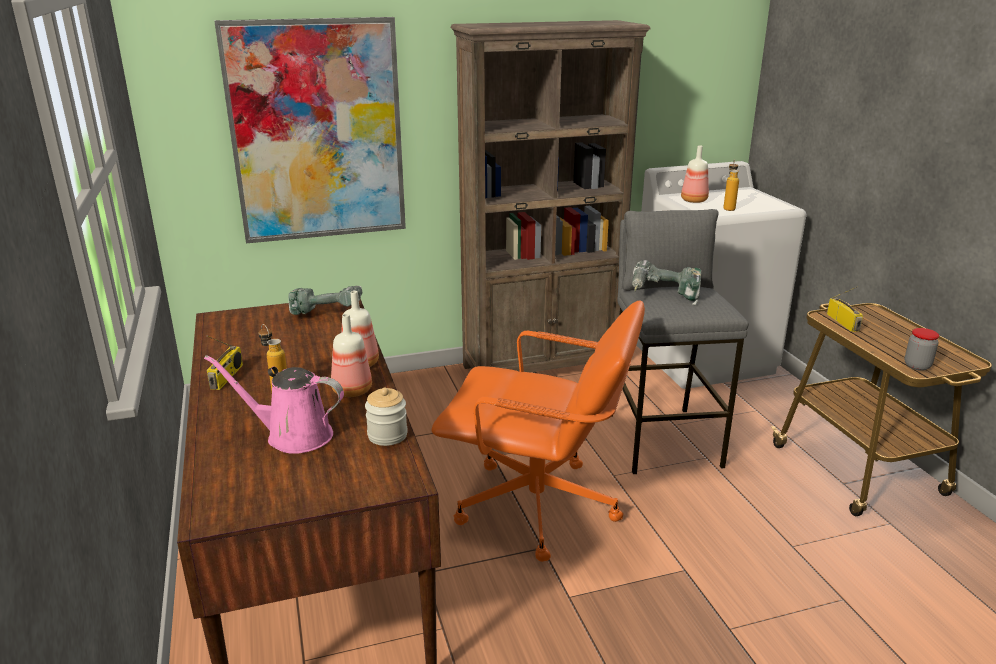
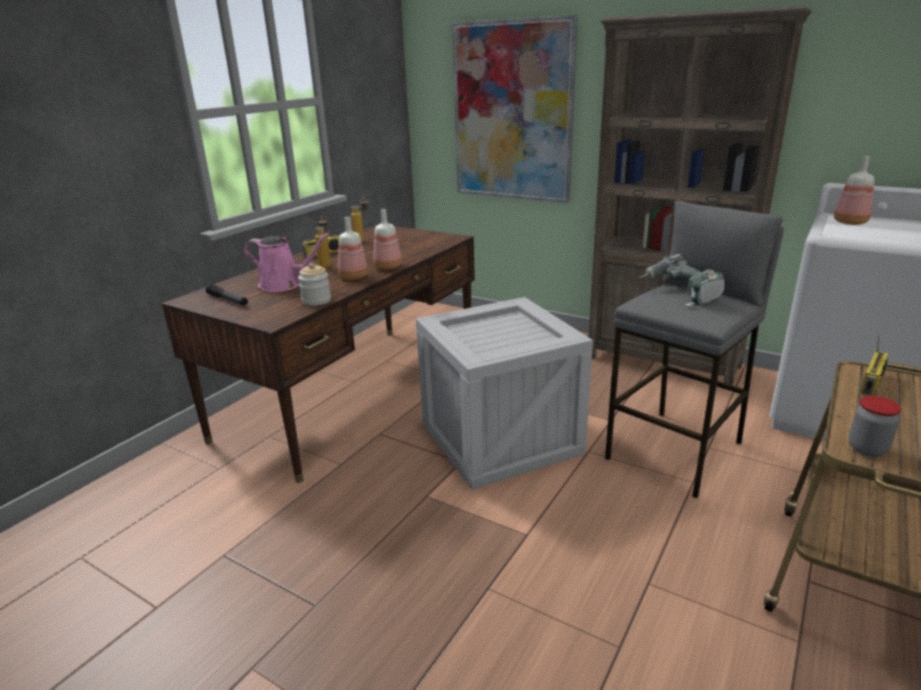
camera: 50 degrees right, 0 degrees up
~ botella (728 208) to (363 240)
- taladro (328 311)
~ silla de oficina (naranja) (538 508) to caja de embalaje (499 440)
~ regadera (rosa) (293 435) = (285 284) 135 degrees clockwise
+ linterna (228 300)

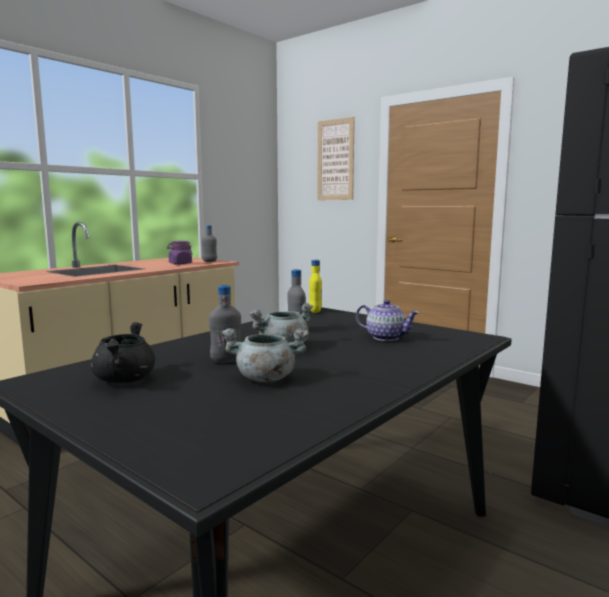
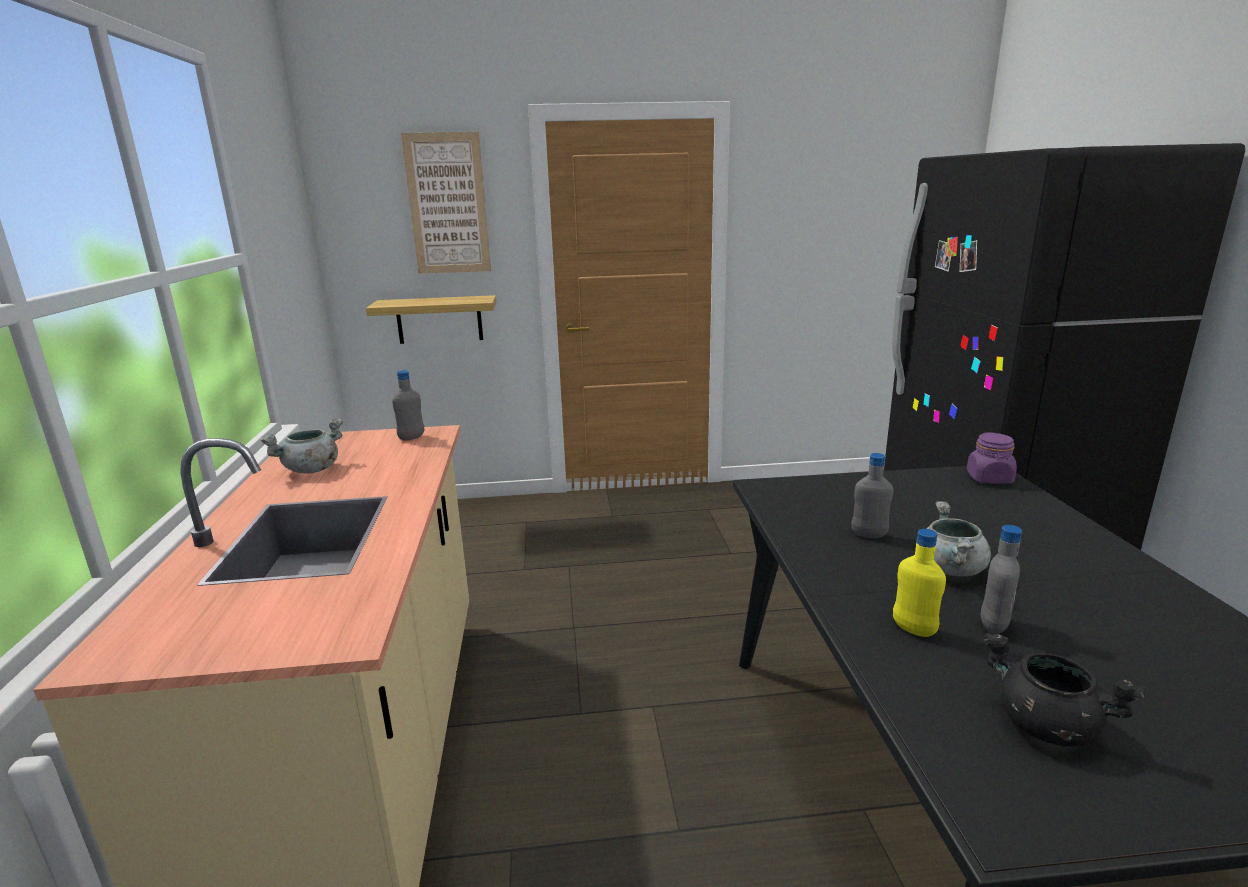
camera: 45 degrees left, 10 degrees up
~ tarro (morado) (180 264) to (989 479)
~ botella (amarillo) (315 311) to (913 629)
- tetera (385 337)
~ olla (gris) (265 378) to (311 470)
+ estante (439 319)

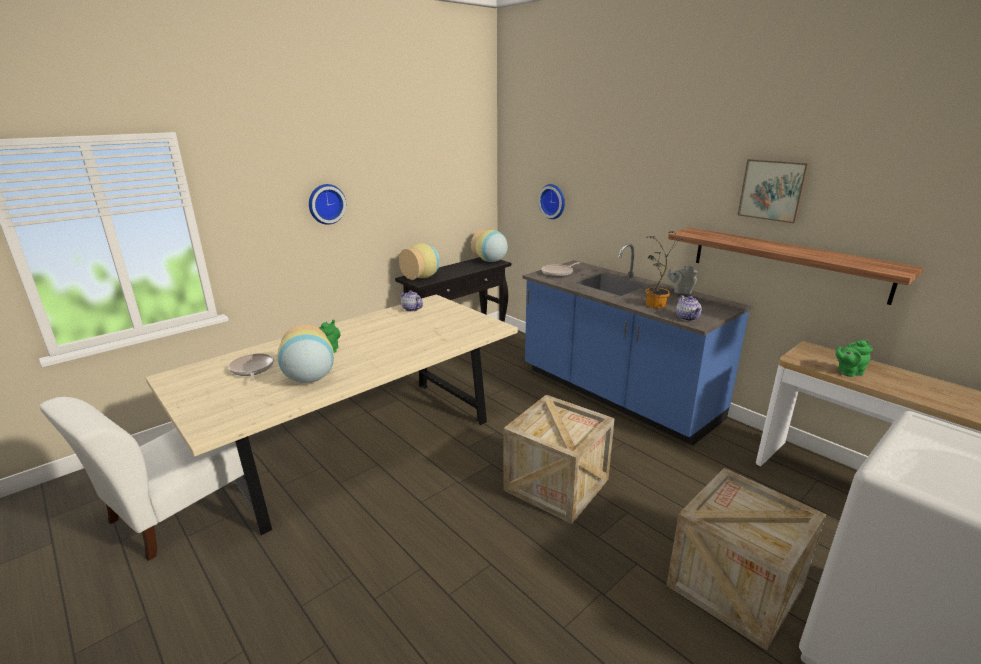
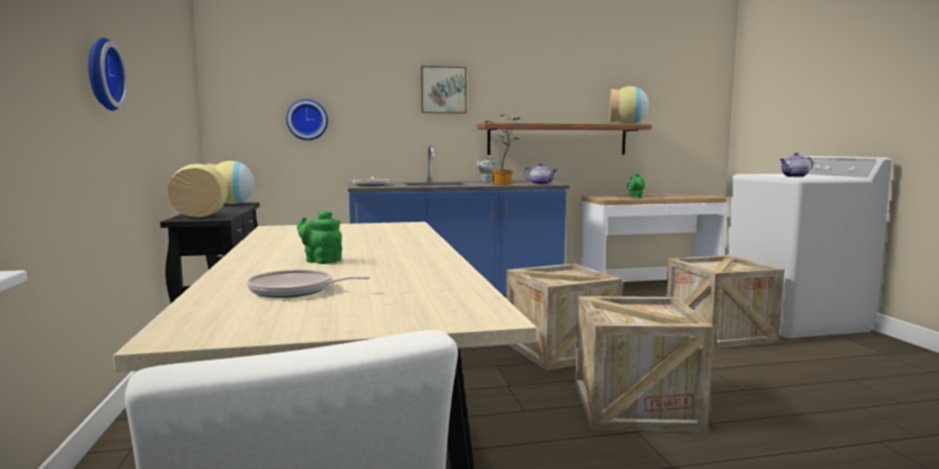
camera: 60 degrees left, 15 degrees down
~ cuadro (773 190) to (443 90)
~ tetera (411 309) to (794 176)
~ florero (309 378) to (627 124)
+ caja de embalaje (635 406)

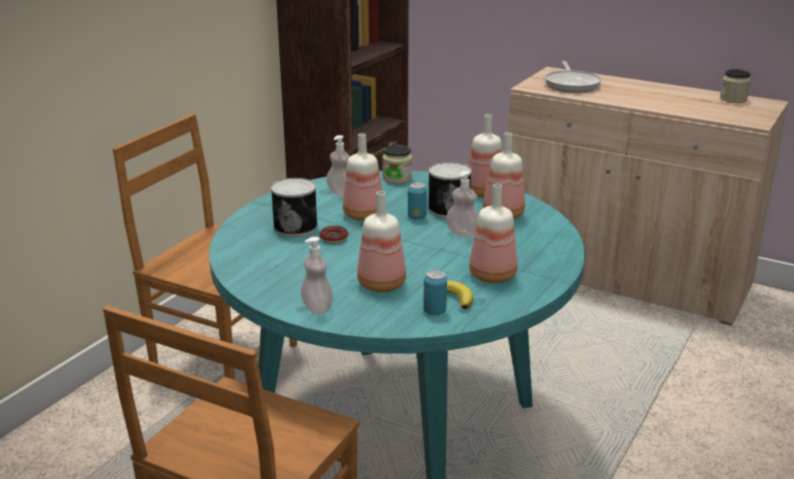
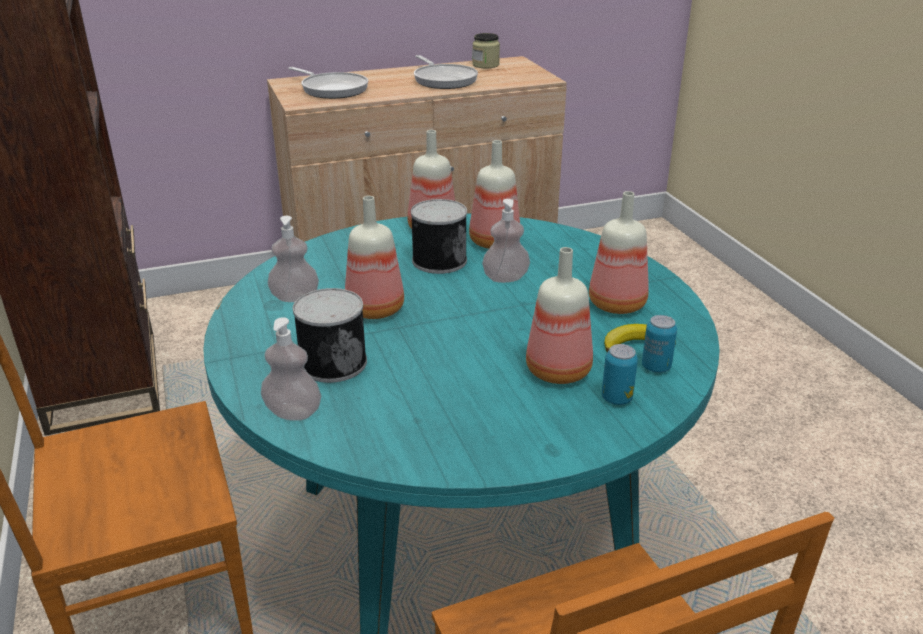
camera: 50 degrees left, 5 degrees up
- tarro (397 178)
~ lata (417 217) to (616 398)
- rosquilla (334 238)
~ dispensador de jabón (317 308) to (293 412)
+ sartén (444 80)

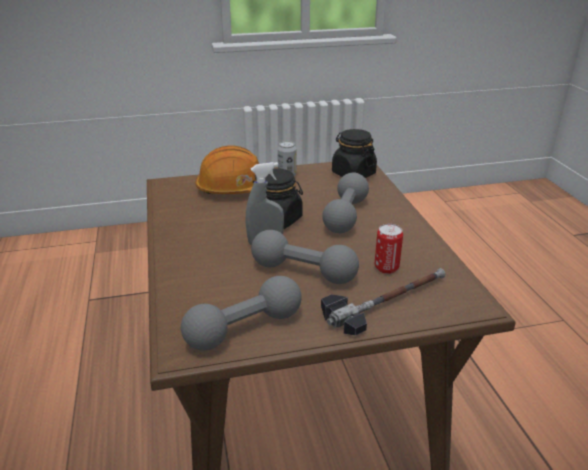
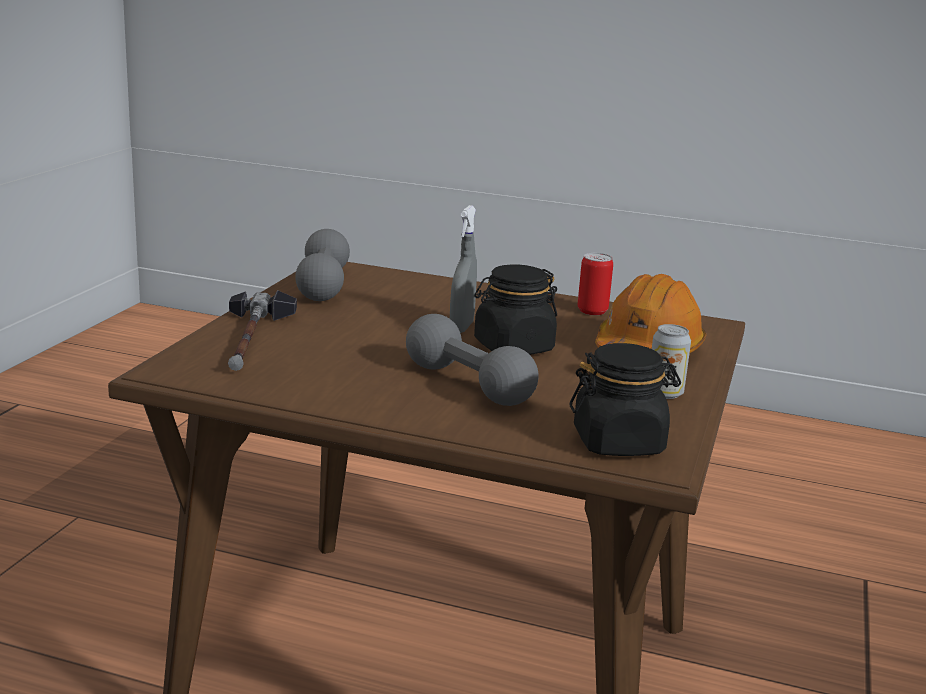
camera: 120 degrees right, 10 degrees down
~ lata (386 268) to (592 311)
- mancuerna (gris) (303 272)

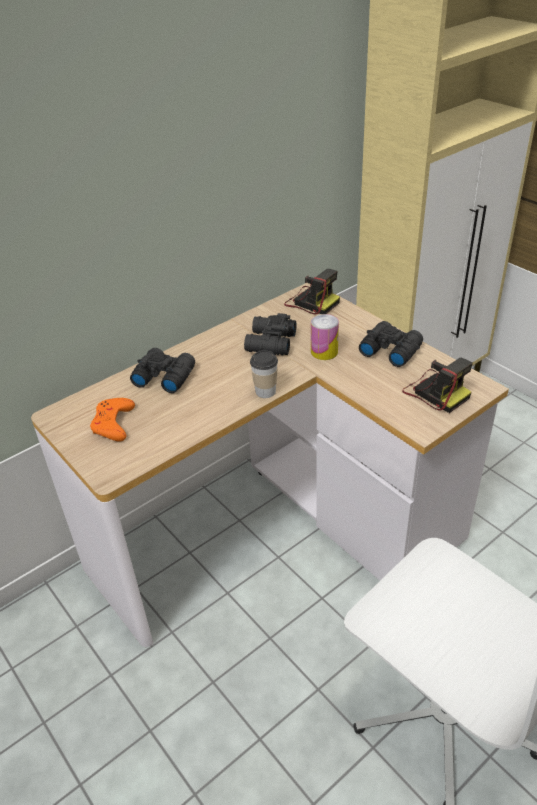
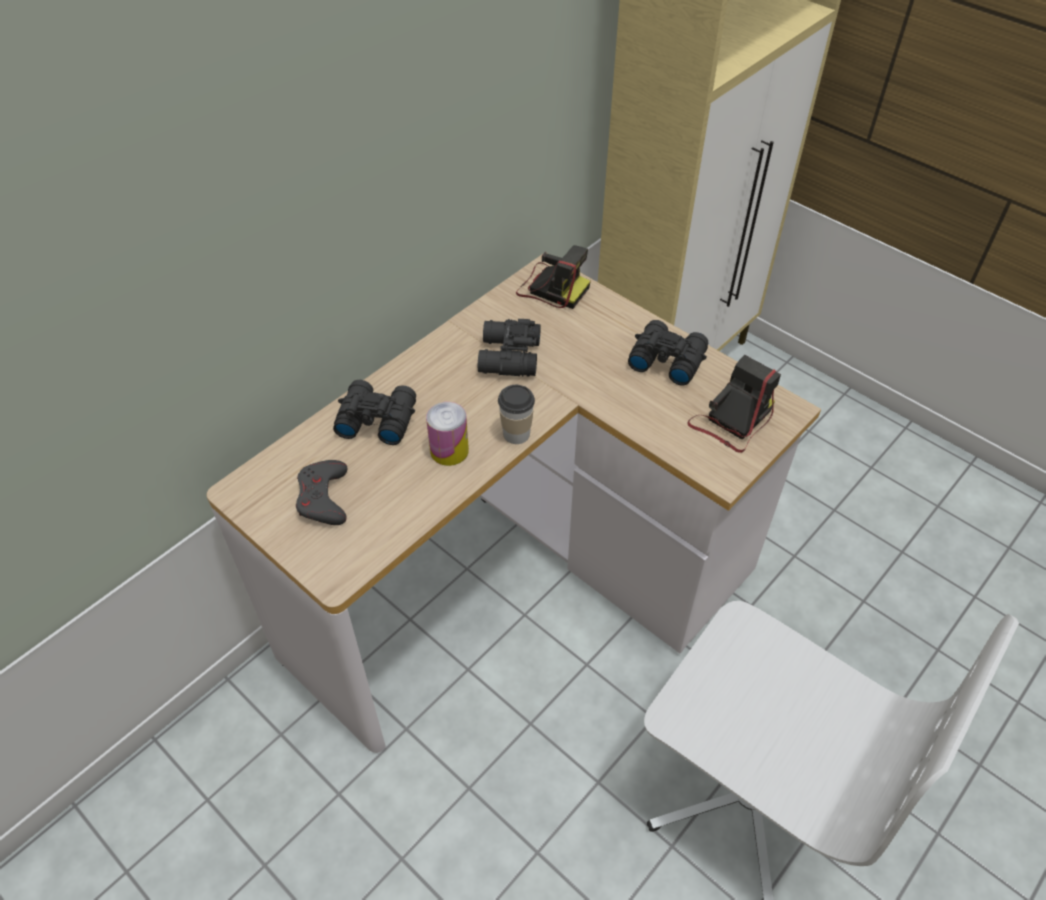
camera: 10 degrees left, 10 degrees up
~ lata (324 352) to (449 450)
~ cámara (435 392) = (732 420) 90 degrees counterclockwise
~ mando de consola (naranja) (113 423) to mando de consola (gris) (323 498)

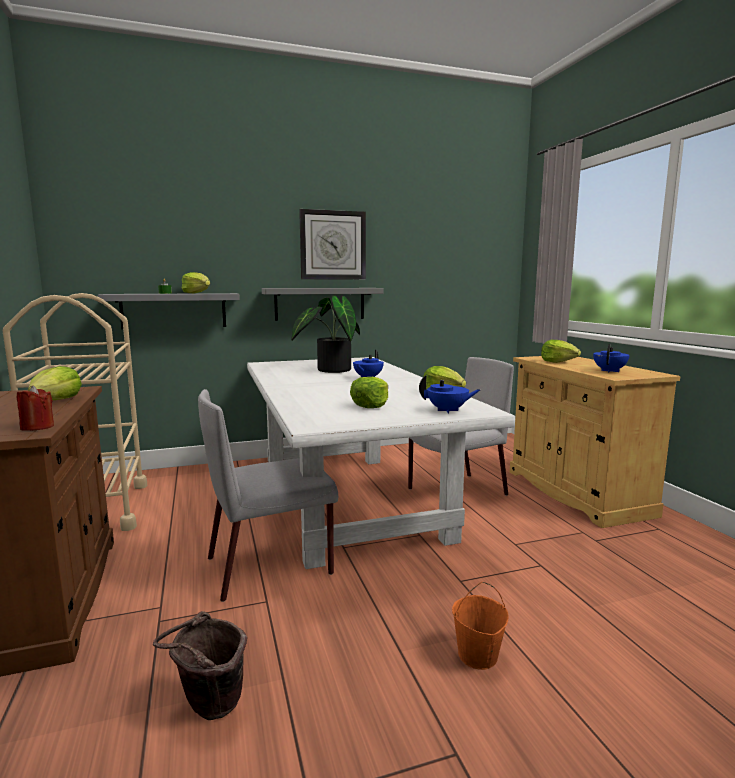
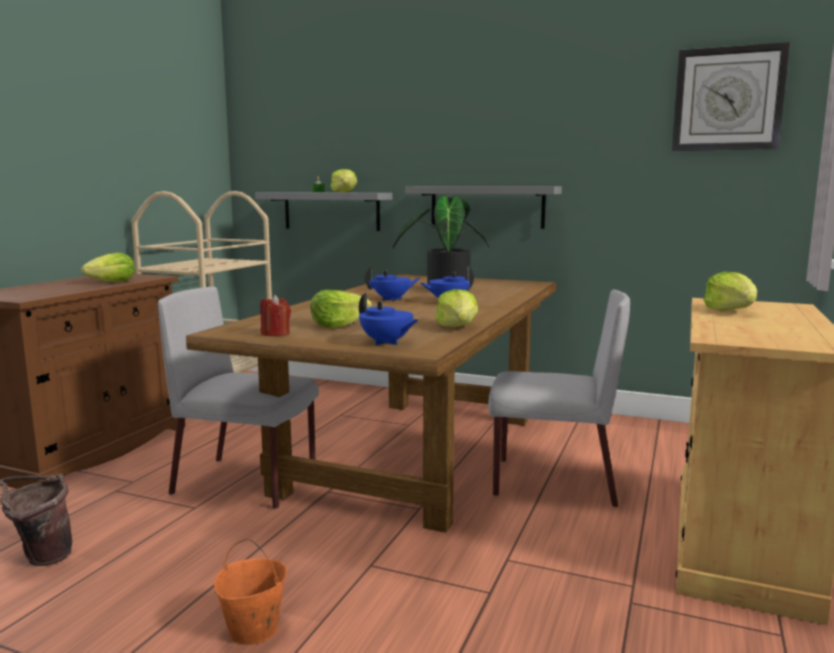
camera: 40 degrees right, 0 degrees up
~ reloj de pared (333 245) to (728 99)
~ tetera (azul) (610 371) to (392 299)
~ mesa de comedor (blanco) (350 502) to mesa de comedor (marrón) (413 454)
~ vela (rojo) (37 427) to (275 334)

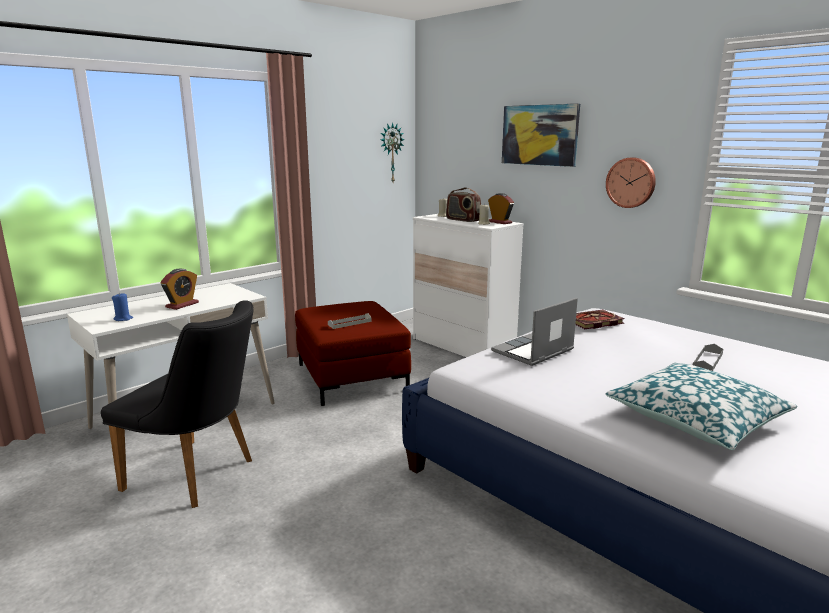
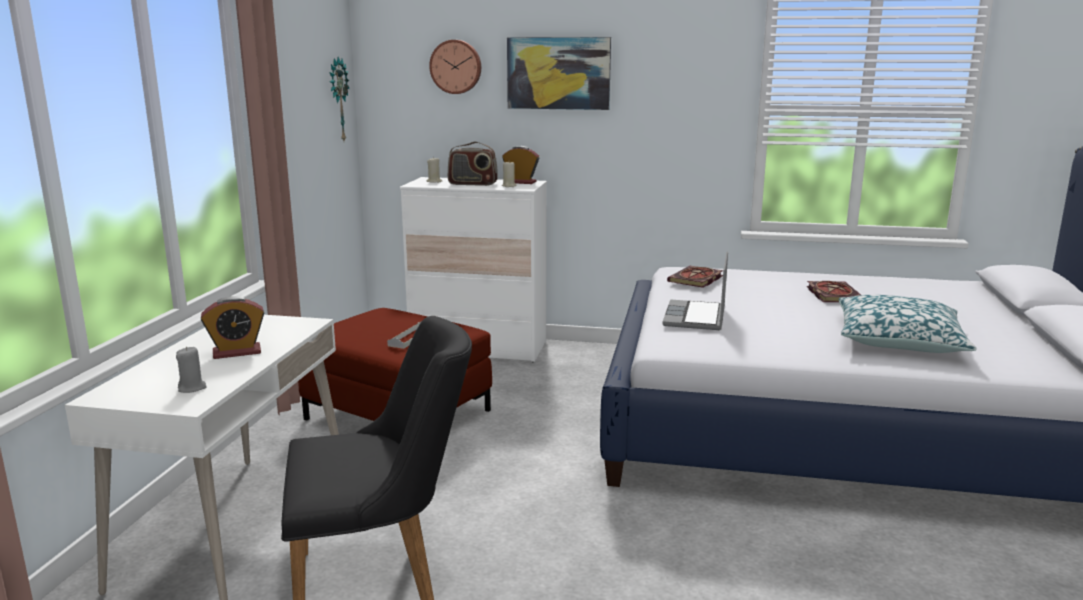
camera: 35 degrees left, 0 degrees up
~ reloj de pared (631 182) to (456 66)
~ despertador (182 305) = (237 352) 75 degrees clockwise
~ vela (azul) (123 319) to vela (gris) (192 388)
~ bandeja (gris) (707 361) to libro (832 294)

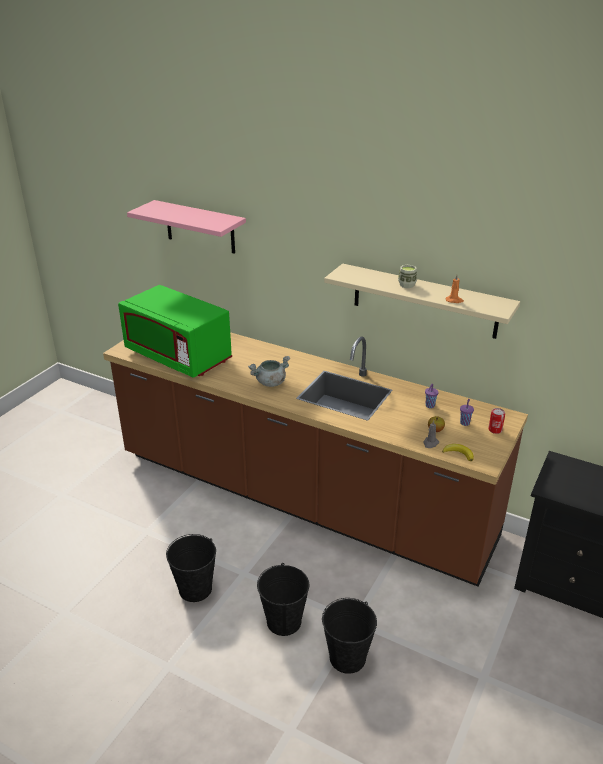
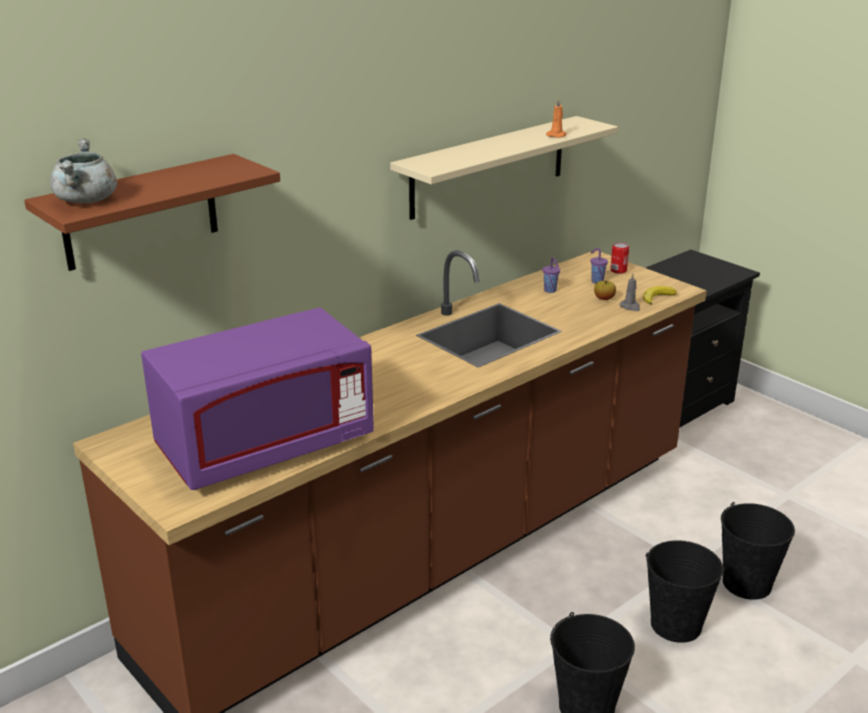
camera: 70 degrees left, 5 degrees down
~ estante (rosa) (200 227) to estante (marrón) (140 212)
- taza (406 285)
~ microondas (verde) (178 356) to microondas (morado) (265 446)
~ olla (gris) (270 383) to (87 201)

